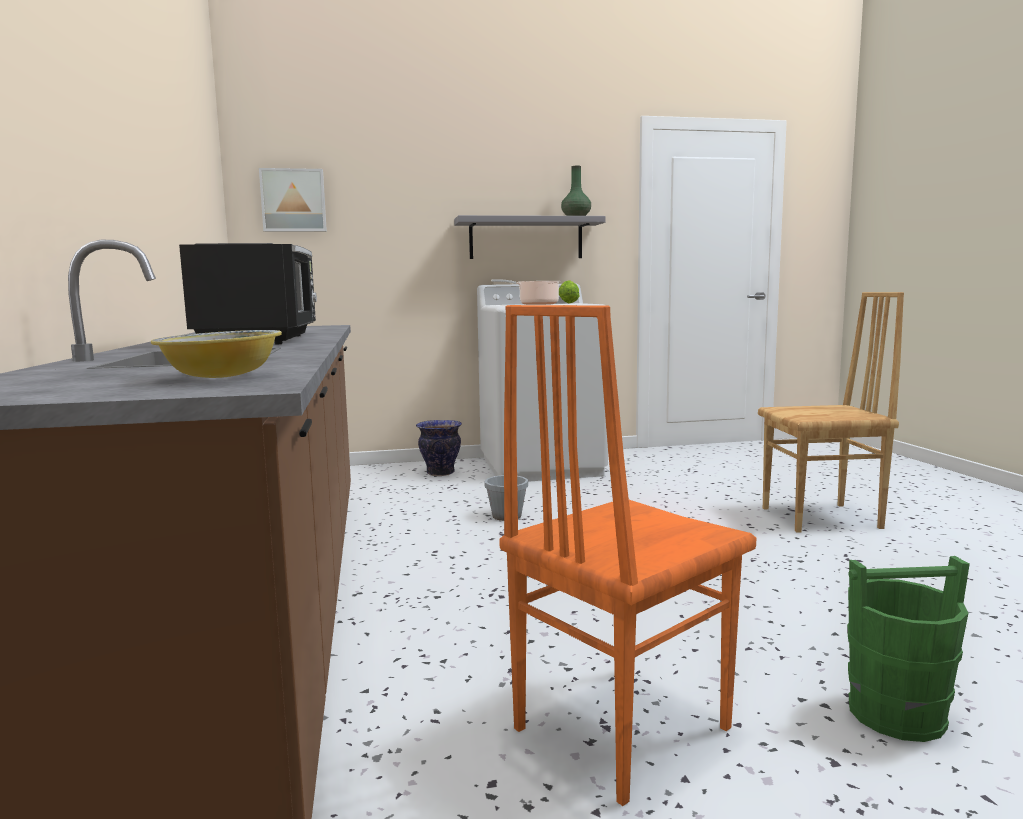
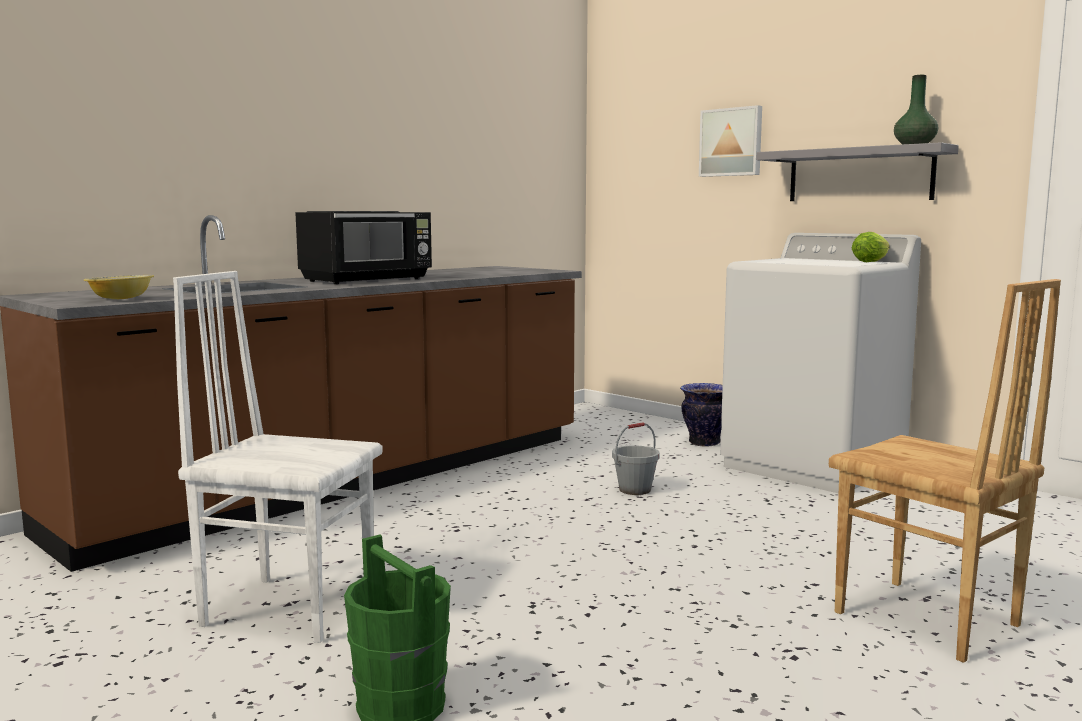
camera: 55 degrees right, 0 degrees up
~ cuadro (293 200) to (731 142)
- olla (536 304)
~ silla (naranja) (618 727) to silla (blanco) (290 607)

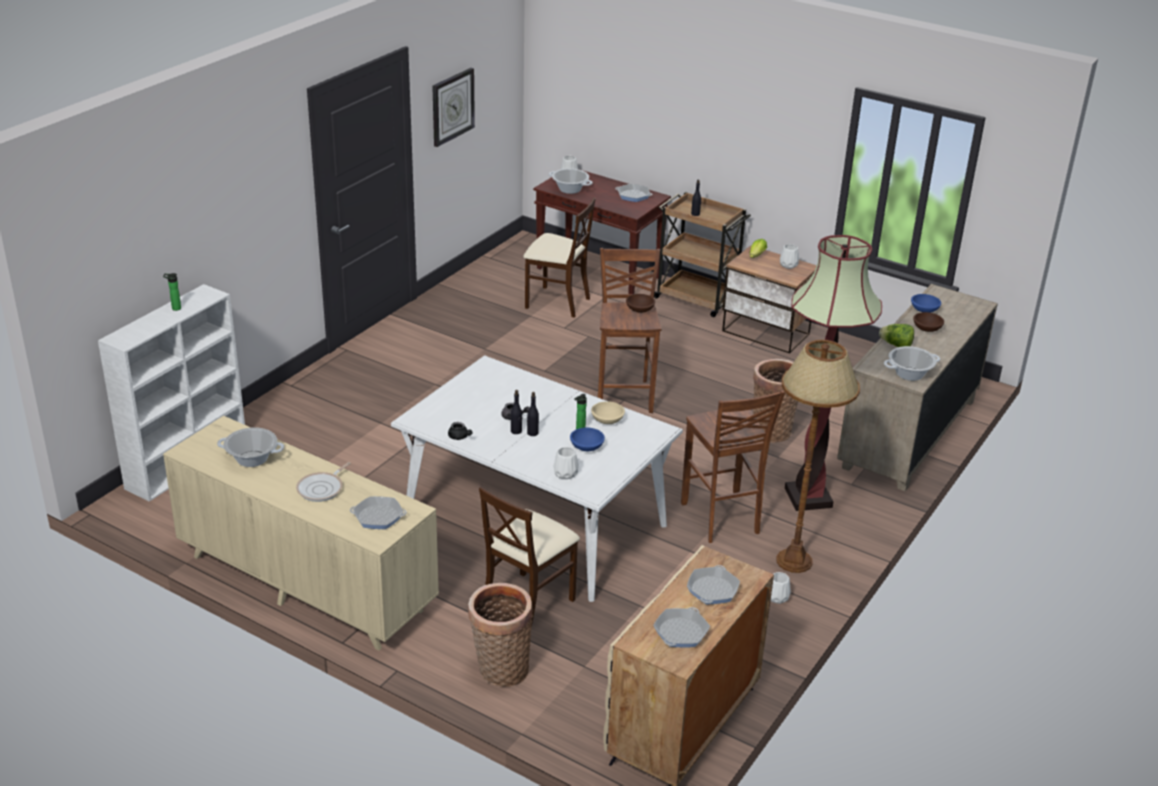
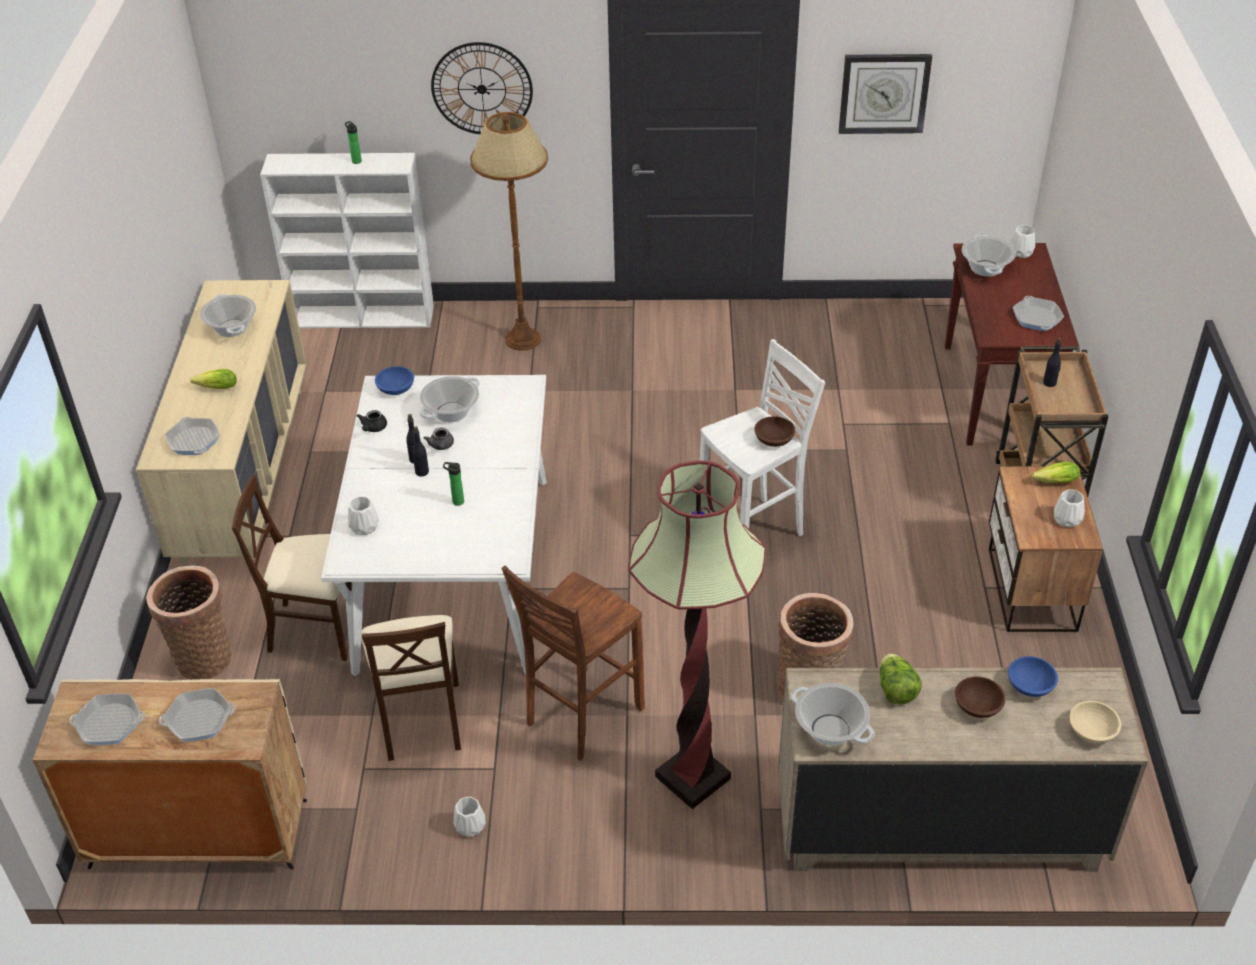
camera: 60 degrees right, 10 degrees up
~ silla (beis) (557 302) to (420 719)
~ taburete (marrón) (624 395) to taburete (blanco) (754 531)
~ lámpara de pie (marrón) (794 561) to (523 339)
~ cuenco (beis) (607 420) to (1091 732)
~ cuenco (azul) (586 447) to (395 389)
~ sartén (322 488) to lechuga (215 388)
+ reloj de pared (482 89)
+ olla (451 412)

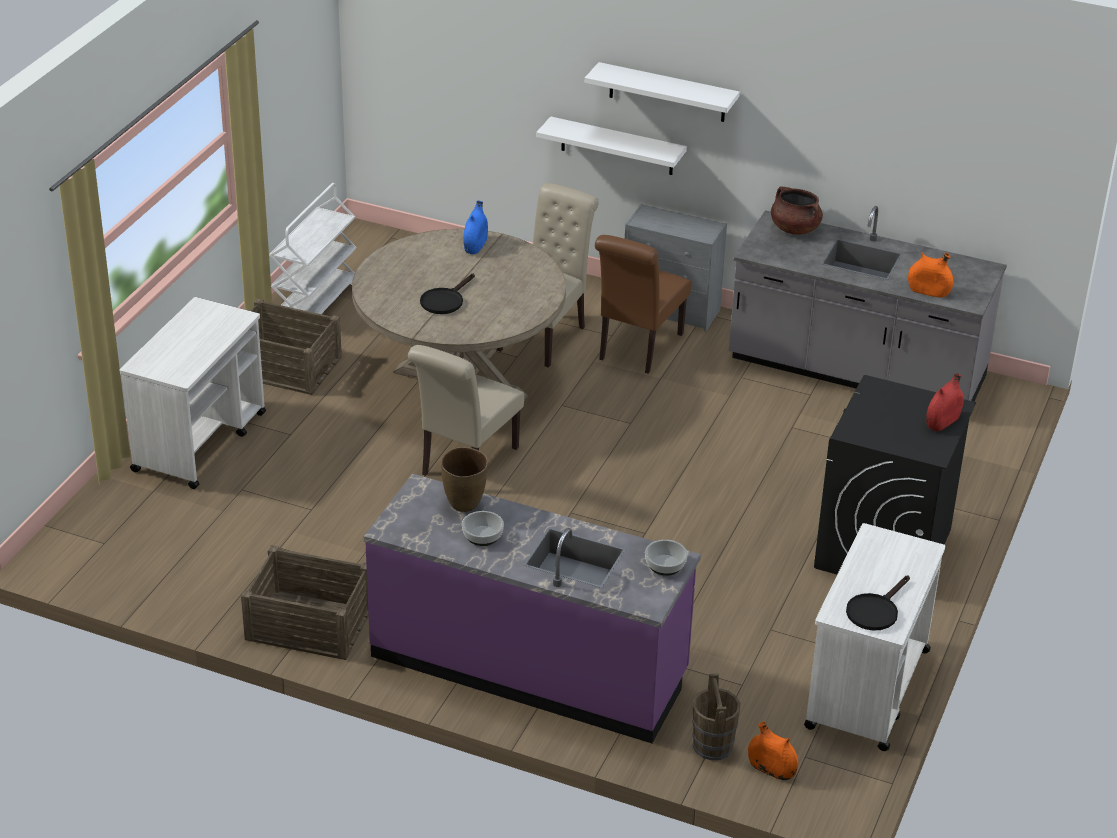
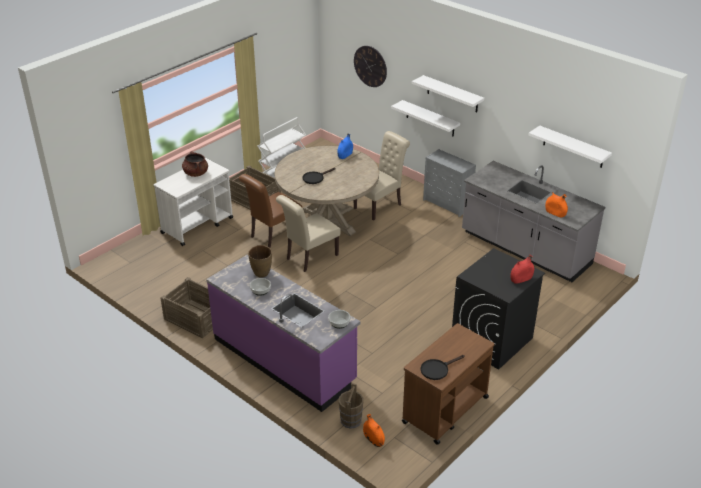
camera: 20 degrees right, 0 degrees up
~ olla (marrón) (794 228) to (195 173)
~ silla (marrón) (637 349) to (273 235)
~ carrito (blanco) (867 689) to carrito (marrón) (444 410)
+ reloj de pared (370 66)
+ estante (blanco) (573 147)

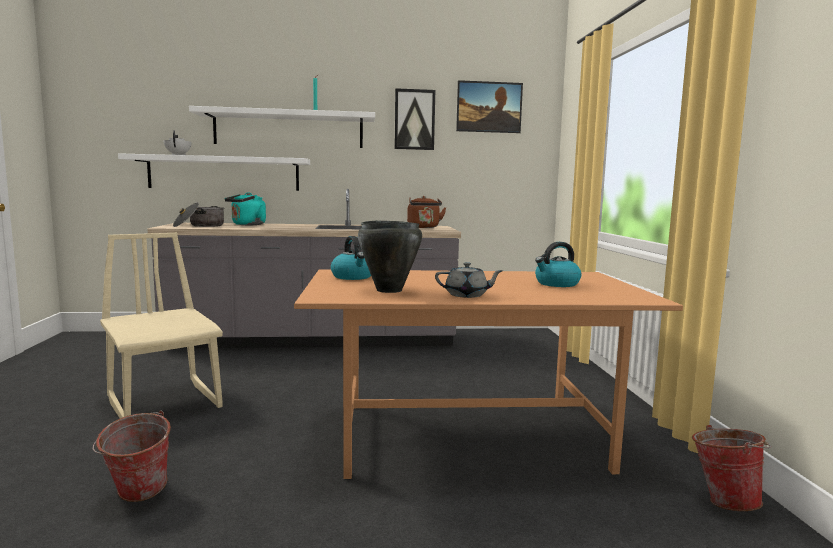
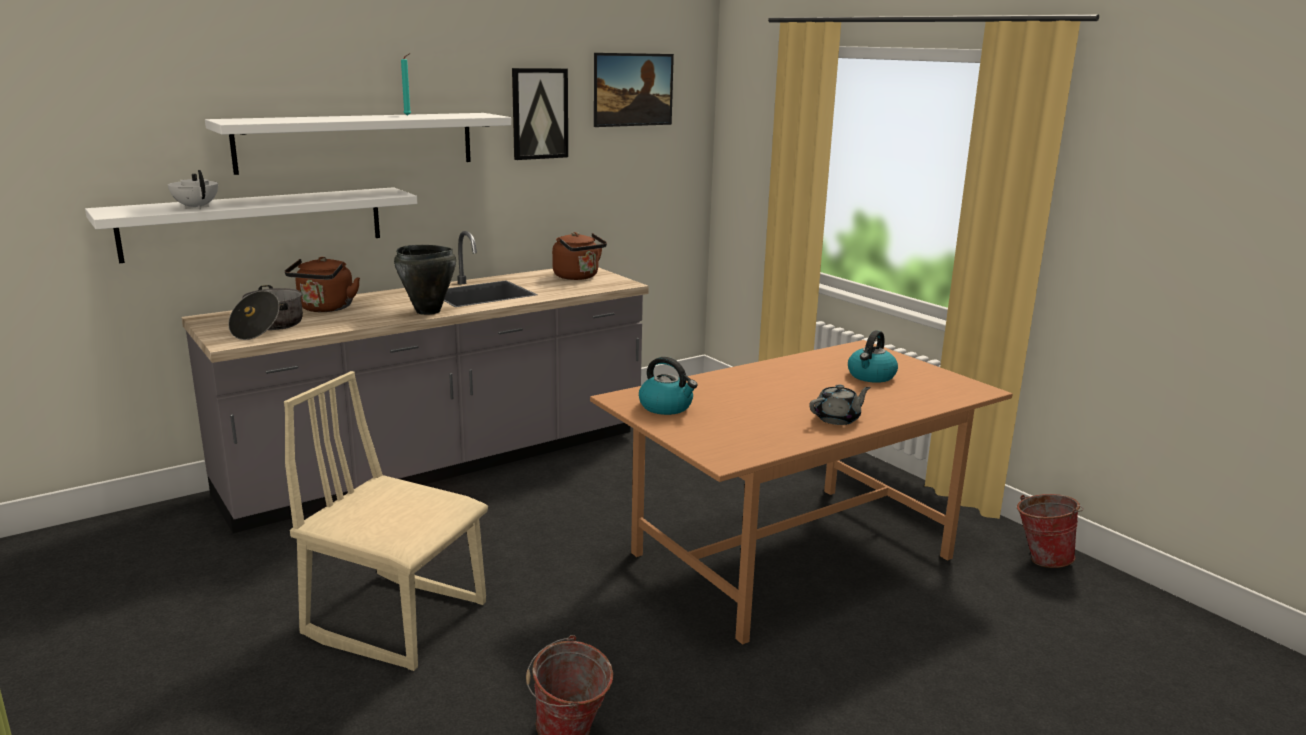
camera: 30 degrees left, 10 degrees up
~ hervidor (turquesa) (247 225) to hervidor (marrón) (325 309)
~ olla (negro) (389 290) to (428 311)

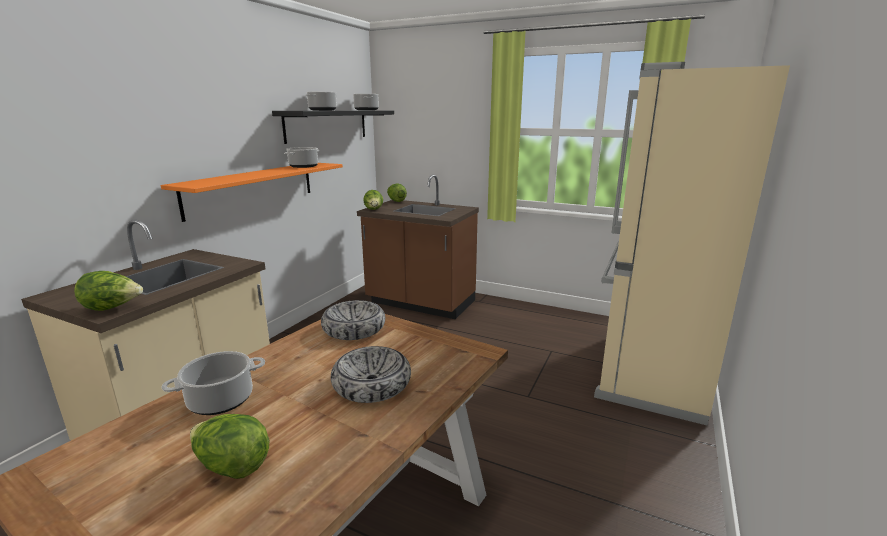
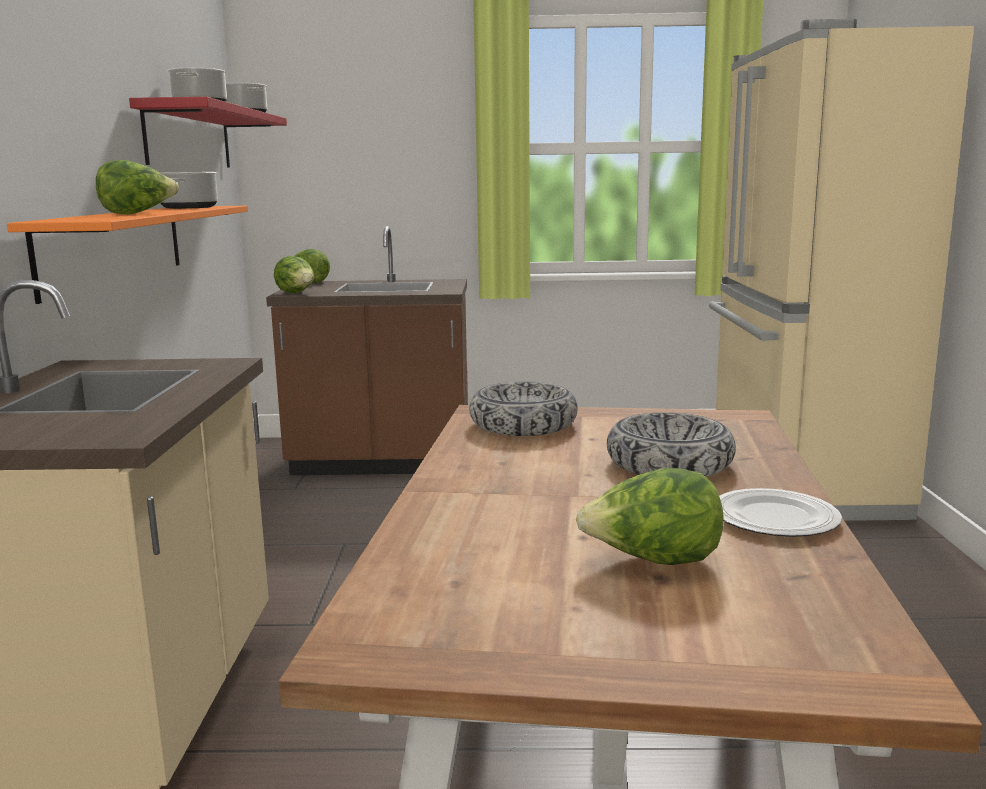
camera: 25 degrees left, 5 degrees down
~ estante (negro) (327 125) to estante (rojo) (189 138)
~ lechuga (113 308) to (137 214)
- olla (220 400)
+ plato (774 519)

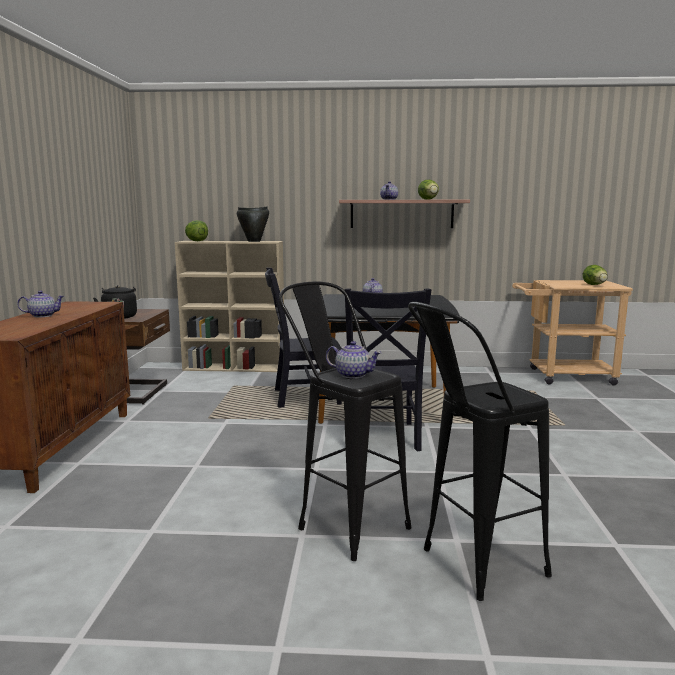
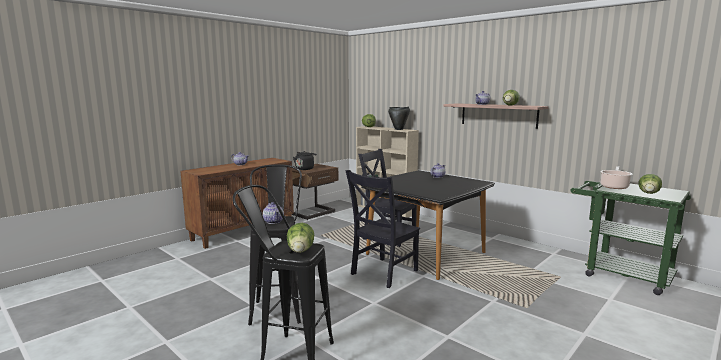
camera: 40 degrees right, 0 degrees up
~ carrito (beis) (563 376) to carrito (verde) (619 274)
+ olla (614 186)
+ lechuga (300 251)

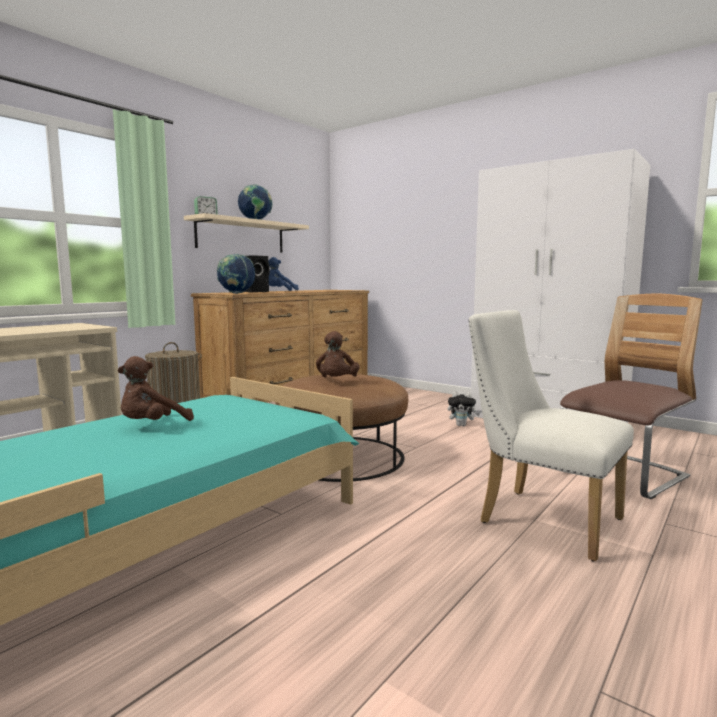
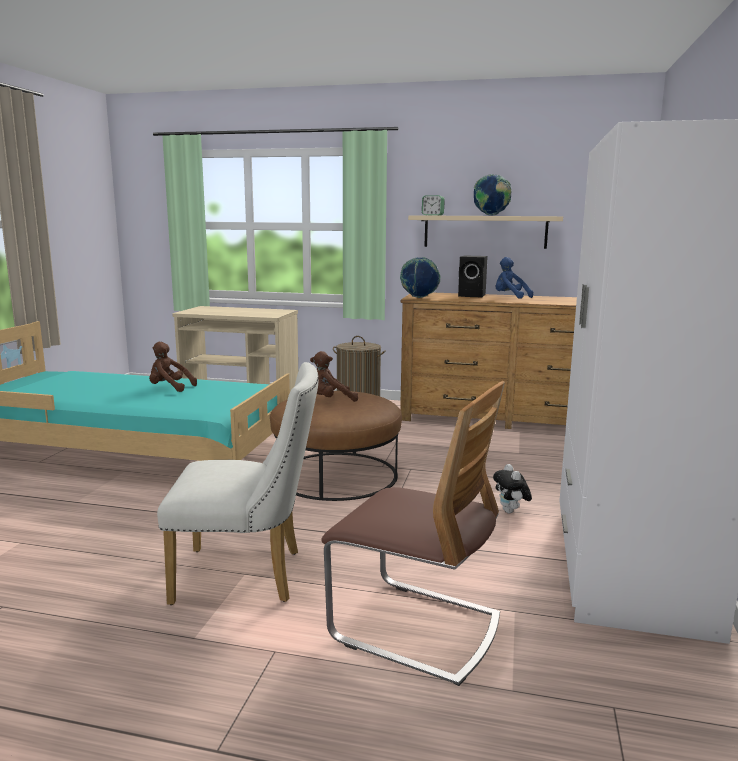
camera: 65 degrees right, 5 degrees up
~ silla (blanco) (539 518) = (249 576) 75 degrees clockwise

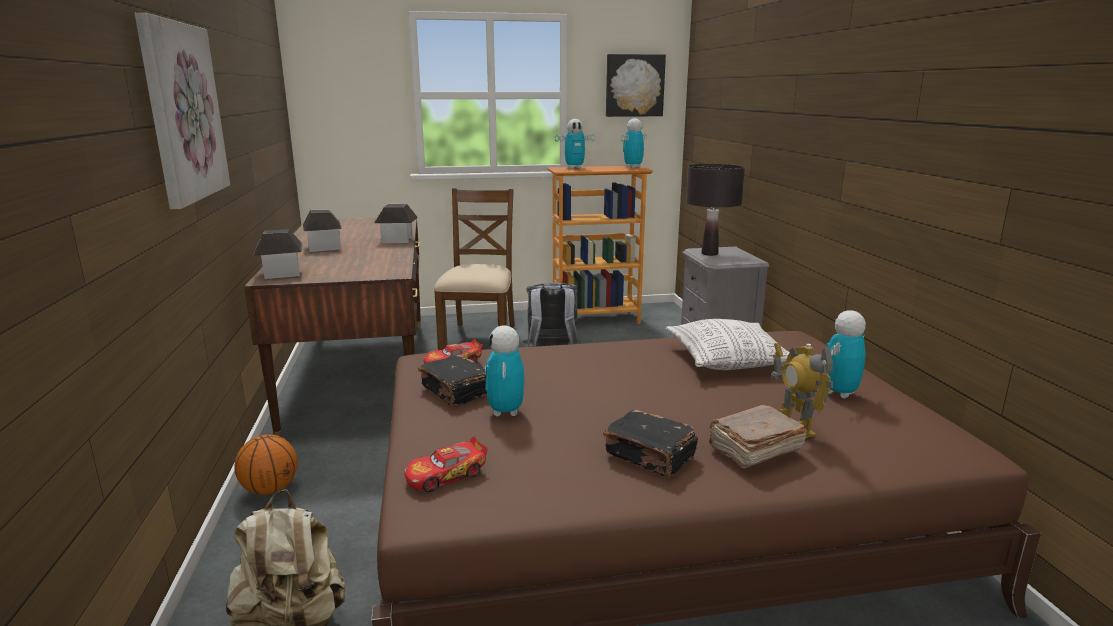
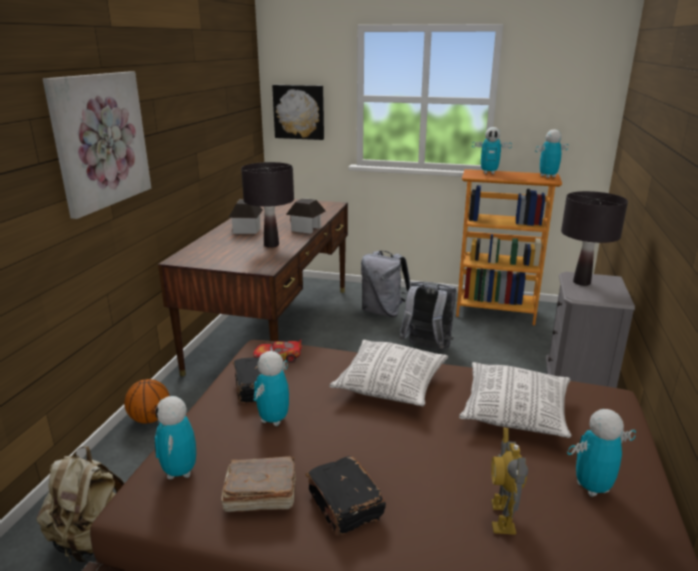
camera: 25 degrees right, 5 degrees up
~ cuadro (634 85) to (299 112)
~ silla (marrón) (480 336) to mochila (gris) (383 312)
- casita (281 273)
~ libro (marrón) (753 449) to (259 495)
~ coche de juguete (446 475) to robot de juguete (180 472)
+ lámpara de mesa (negro) (271 245)
+ cojín (390 385)

